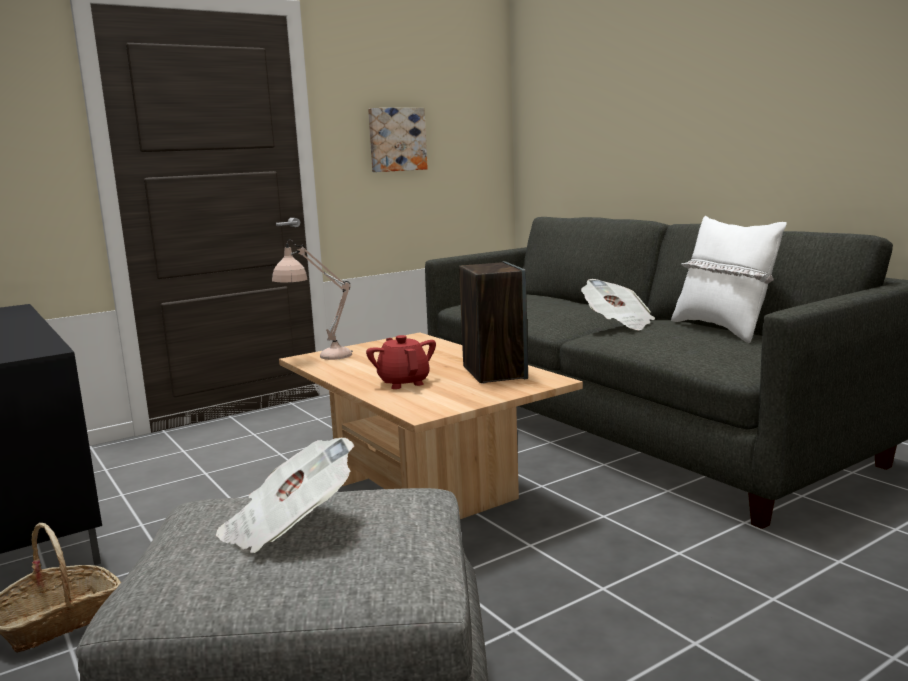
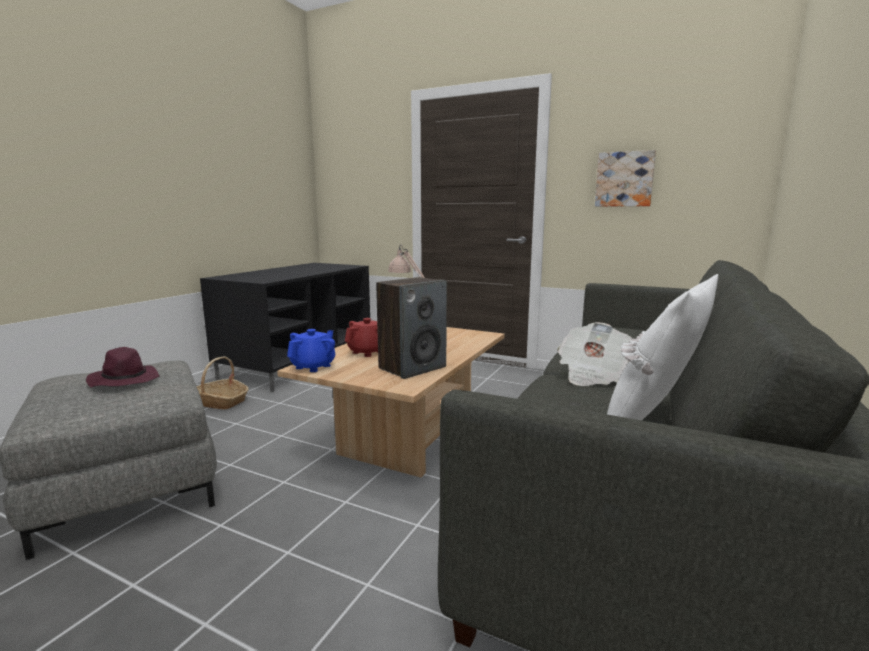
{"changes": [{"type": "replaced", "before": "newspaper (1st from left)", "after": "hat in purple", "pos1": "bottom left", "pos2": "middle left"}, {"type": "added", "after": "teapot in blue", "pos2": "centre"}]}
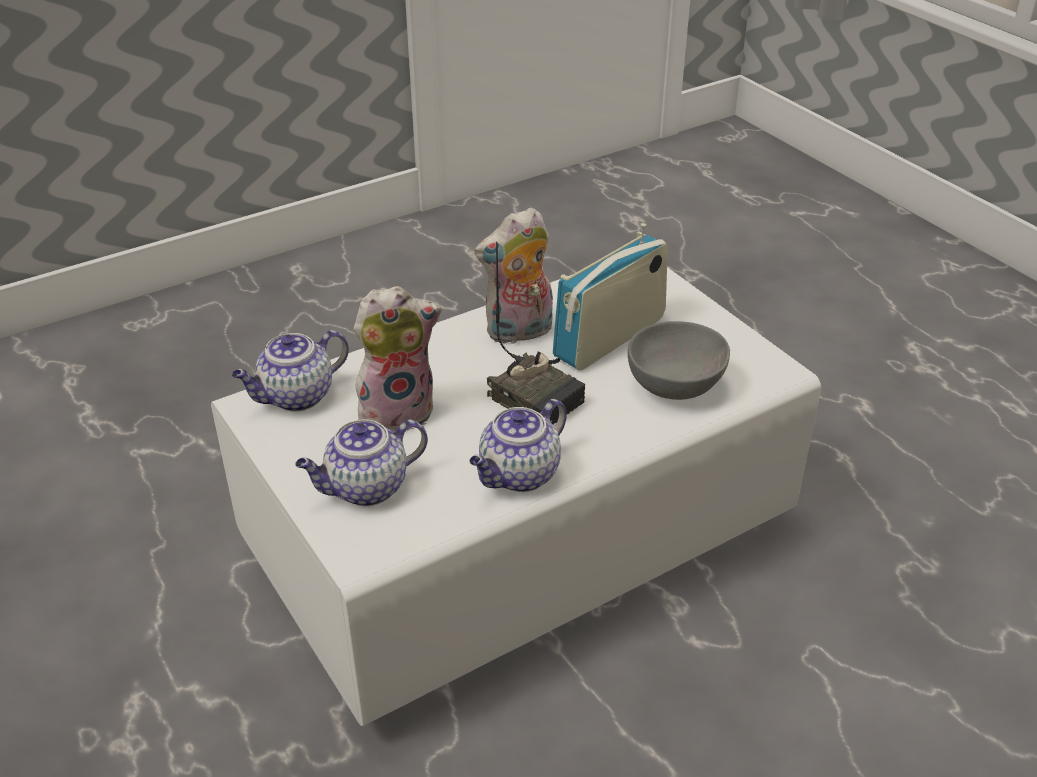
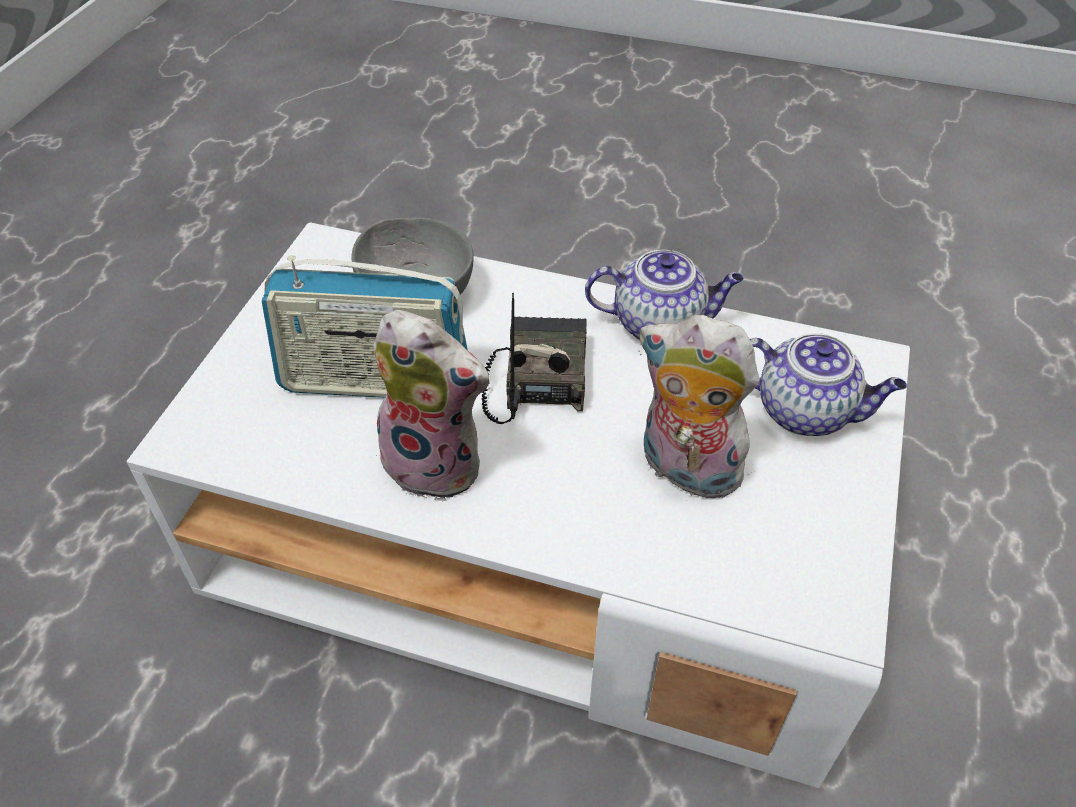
{"changes": [{"type": "removed", "before": "teapot (1st from left)", "pos1": "middle left"}]}
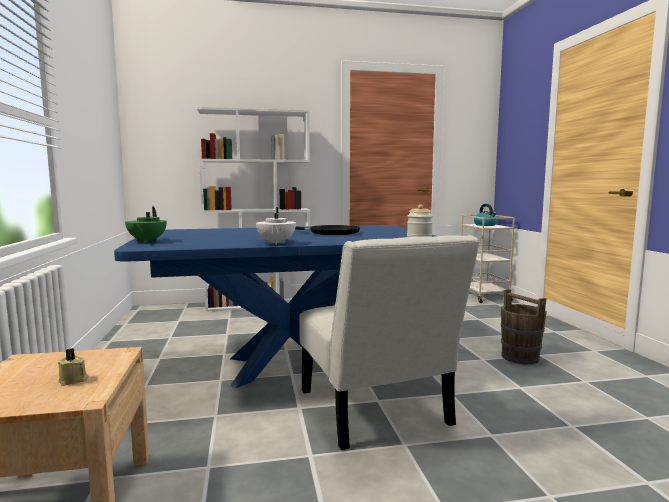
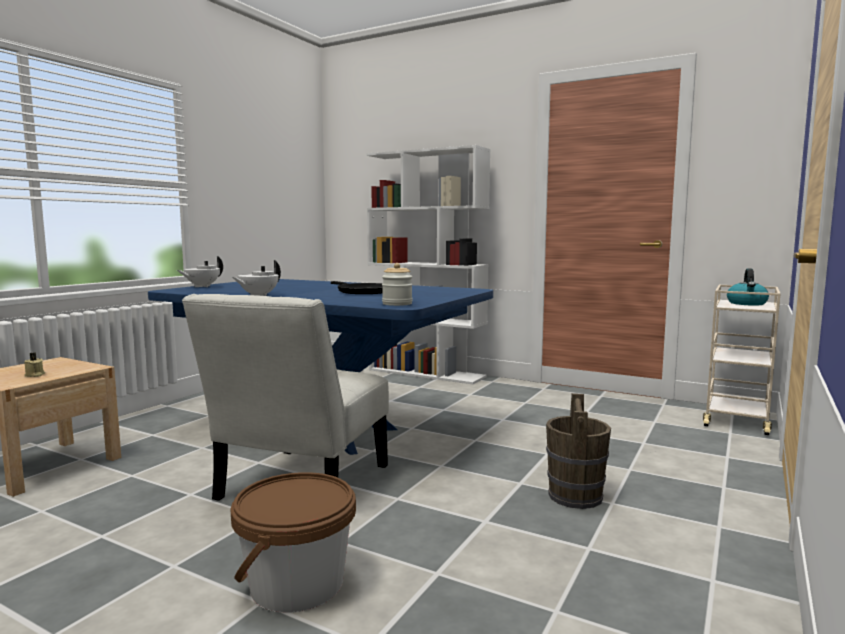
{"changes": [{"type": "recoloured", "before": "teapot in green", "after": "teapot in white (1st from left)", "pos1": "middle left", "pos2": "middle left"}, {"type": "added", "after": "bucket in brown (1st from left)", "pos2": "bottom centre"}]}
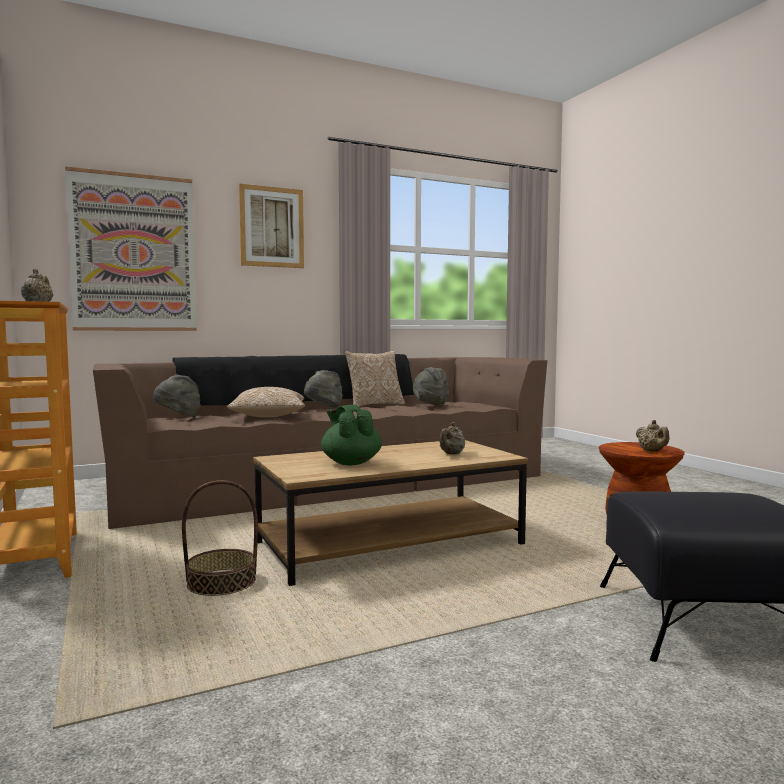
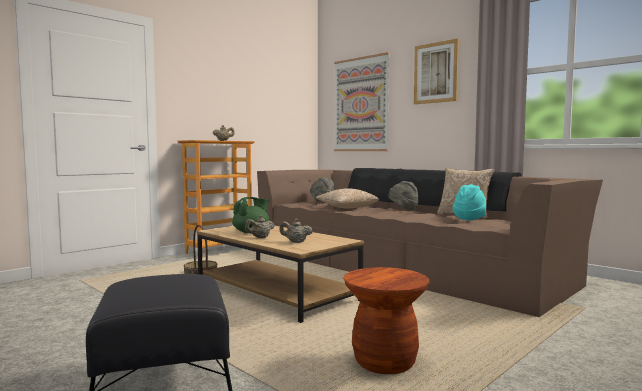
{"changes": [{"type": "moved", "before": "teapot in beige (3rd from left in the first image)", "after": "teapot in beige (2nd from left)", "pos1": "middle right", "pos2": "centre"}, {"type": "recoloured", "before": "hat in grey (3rd from left)", "after": "hat in turquoise", "pos1": "centre", "pos2": "middle right"}]}
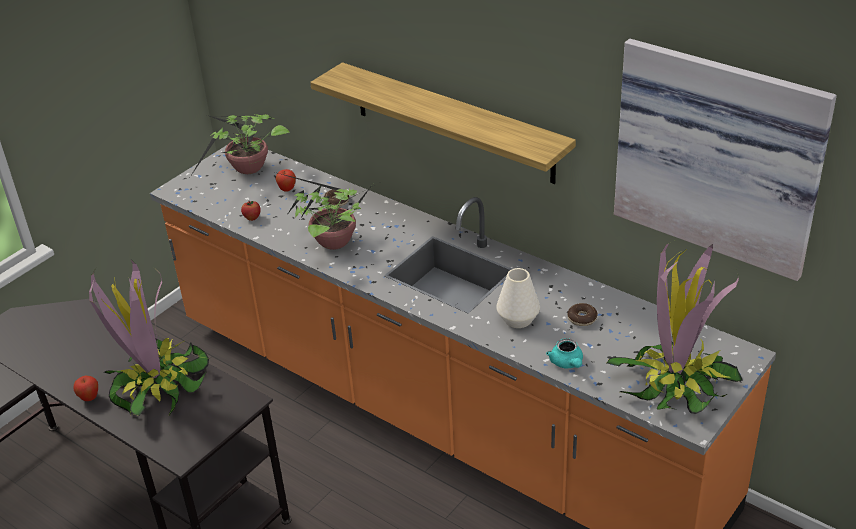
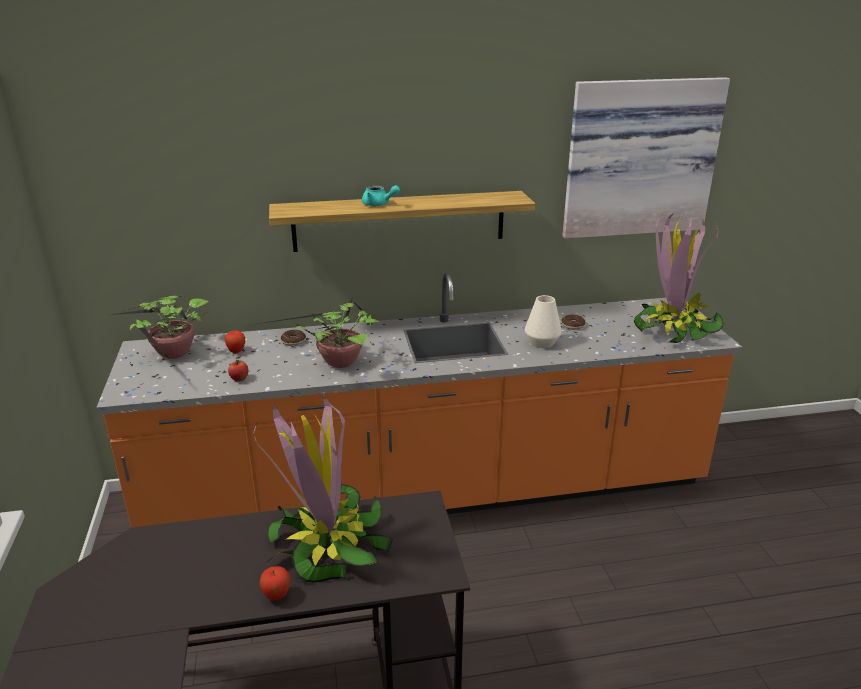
{"changes": [{"type": "moved", "before": "teapot in turquoise", "pos1": "bottom centre", "pos2": "top centre"}]}
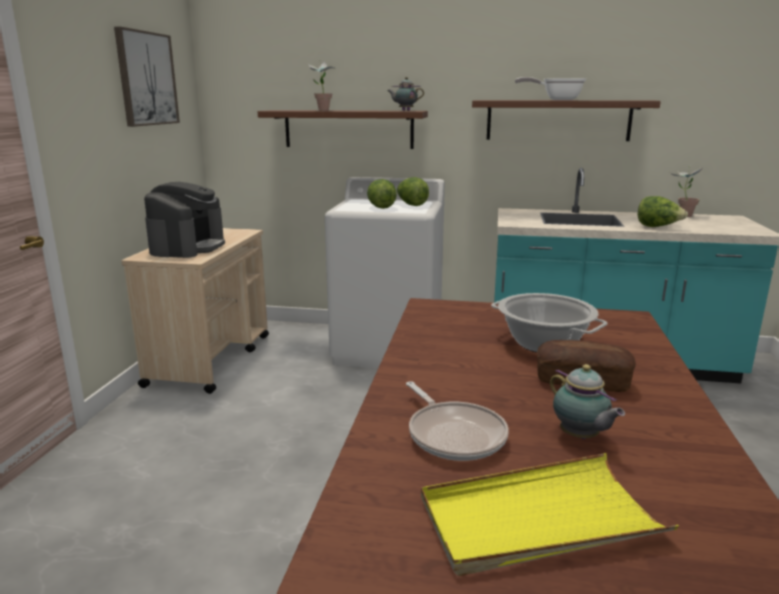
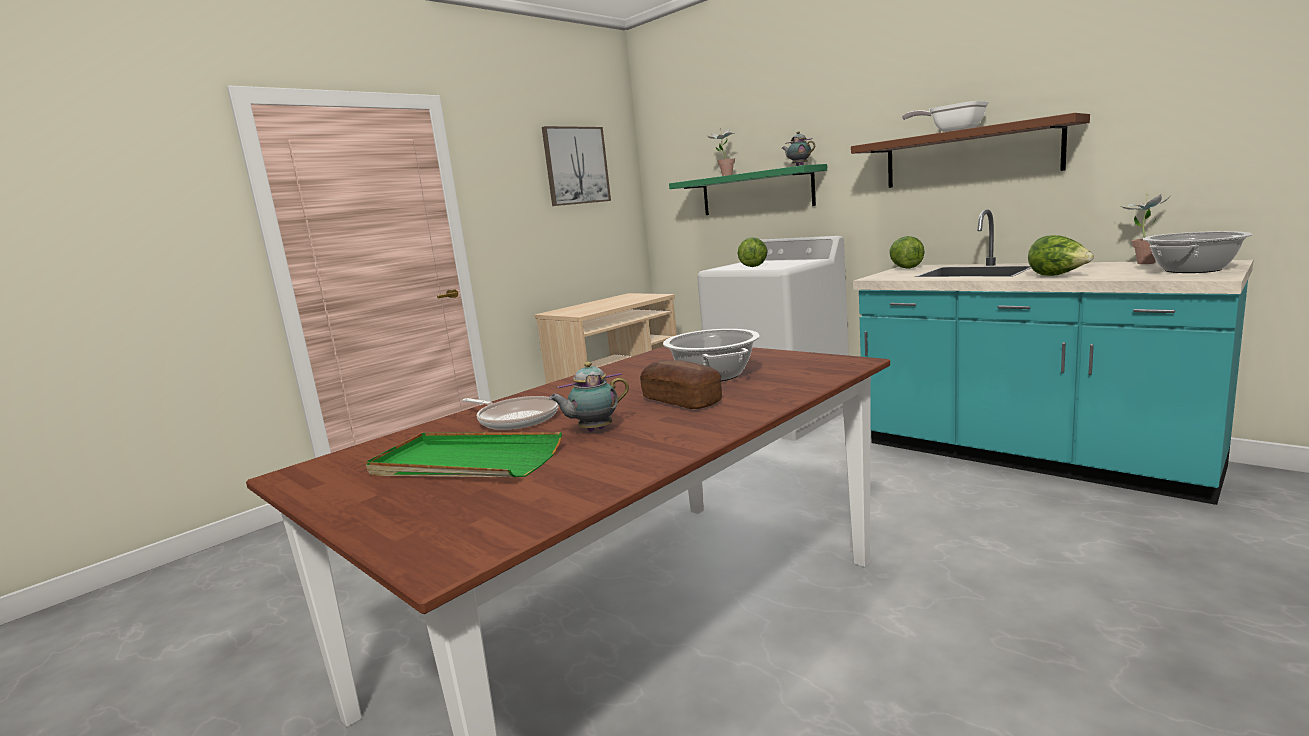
{"changes": [{"type": "recoloured", "before": "tray in yellow", "after": "tray in green", "pos1": "bottom right", "pos2": "centre"}, {"type": "turned", "before": "frying pan (1st from left)", "pos1": "bottom centre", "pos2": "centre", "turn": -60}, {"type": "turned", "before": "teapot (2nd from left in the first image)", "pos1": "bottom right", "pos2": "centre", "turn": 60}, {"type": "recoloured", "before": "shelf in brown (1st from left)", "after": "shelf in green", "pos1": "top centre", "pos2": "top centre"}, {"type": "moved", "before": "lettuce (2nd from left)", "pos1": "top centre", "pos2": "middle right"}, {"type": "added", "after": "cooking pot (2nd from left)", "pos2": "middle right"}, {"type": "removed", "before": "coffee machine", "pos1": "middle left"}]}
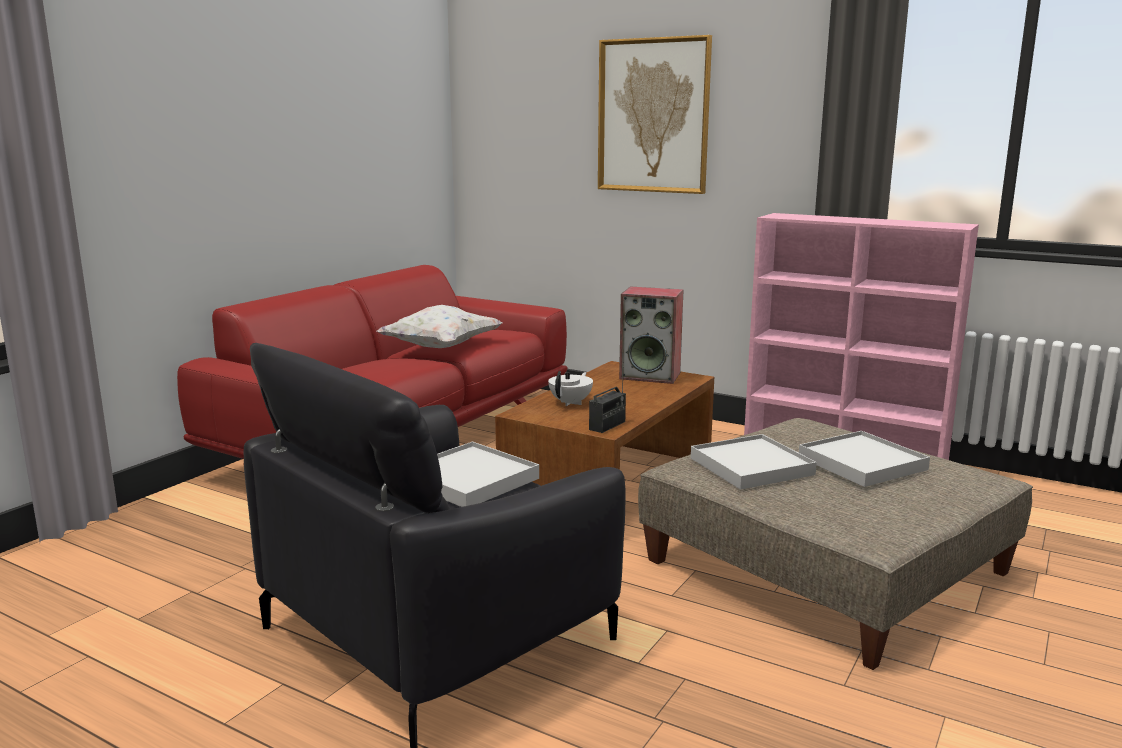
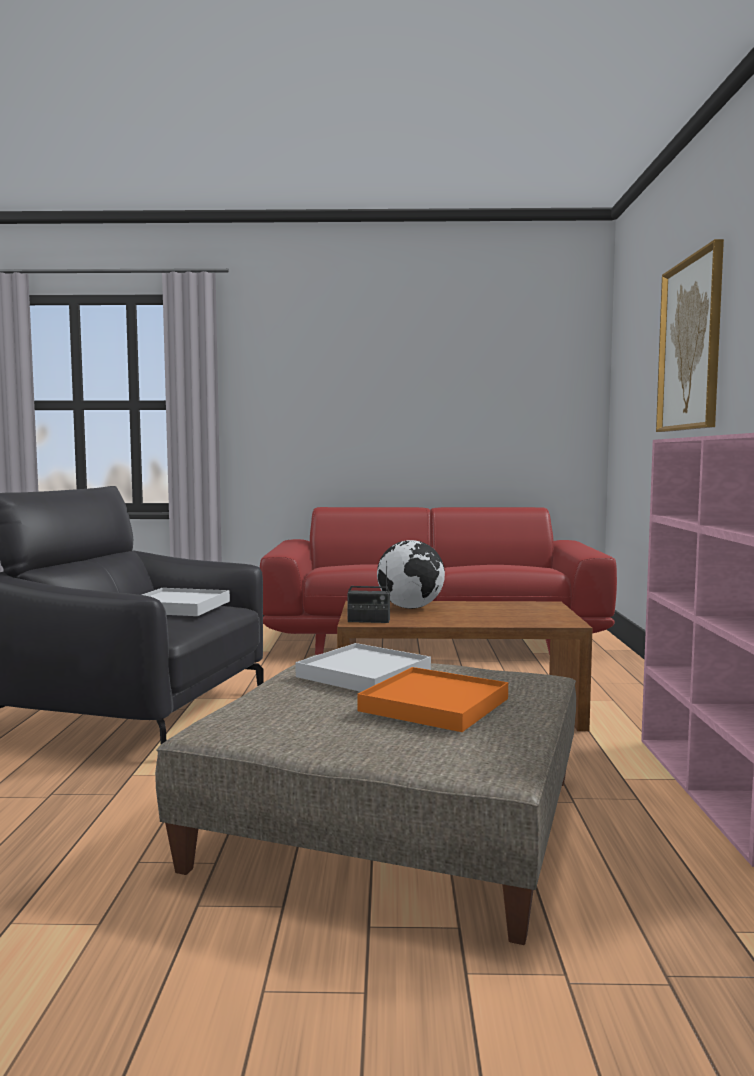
{"changes": [{"type": "recoloured", "before": "tray in white (3rd from left)", "after": "tray in orange", "pos1": "middle right", "pos2": "centre"}, {"type": "replaced", "before": "teapot in white", "after": "globe", "pos1": "centre", "pos2": "centre"}, {"type": "removed", "before": "pillow in white", "pos1": "centre"}, {"type": "removed", "before": "speaker", "pos1": "centre"}]}
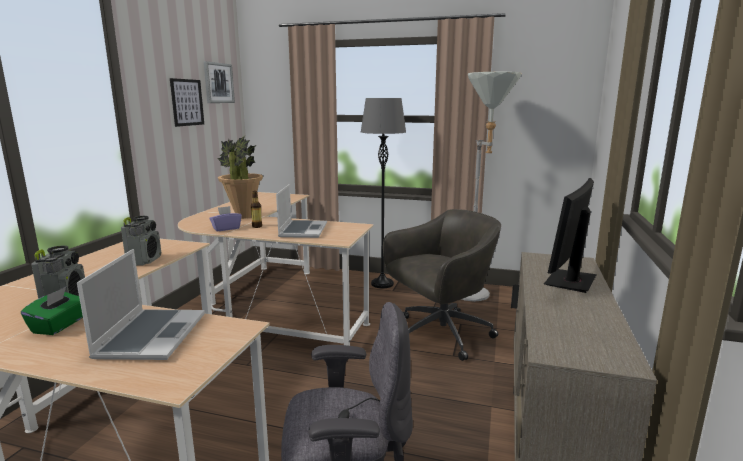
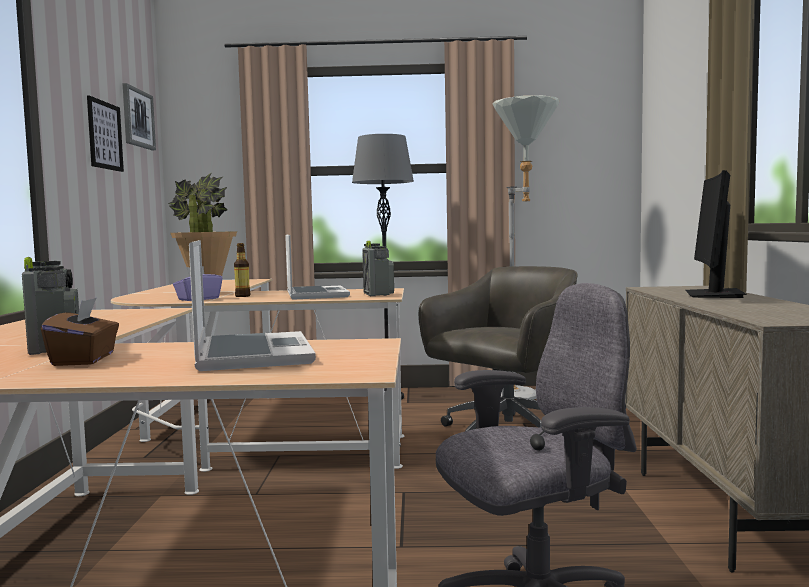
{"changes": [{"type": "recoloured", "before": "tissue box in green", "after": "tissue box in brown", "pos1": "bottom left", "pos2": "middle left"}, {"type": "moved", "before": "radio (2nd from left)", "pos1": "middle left", "pos2": "centre"}]}
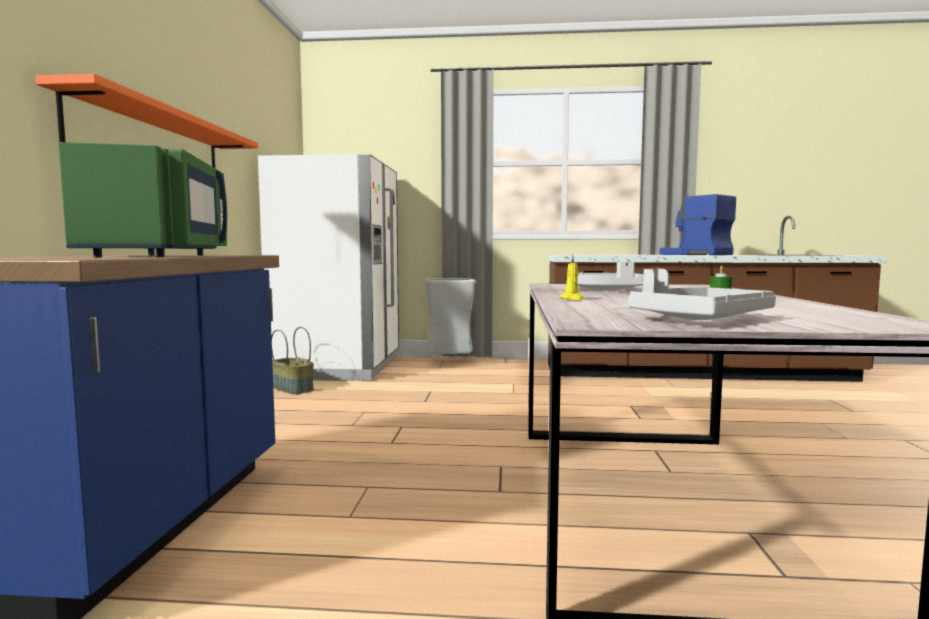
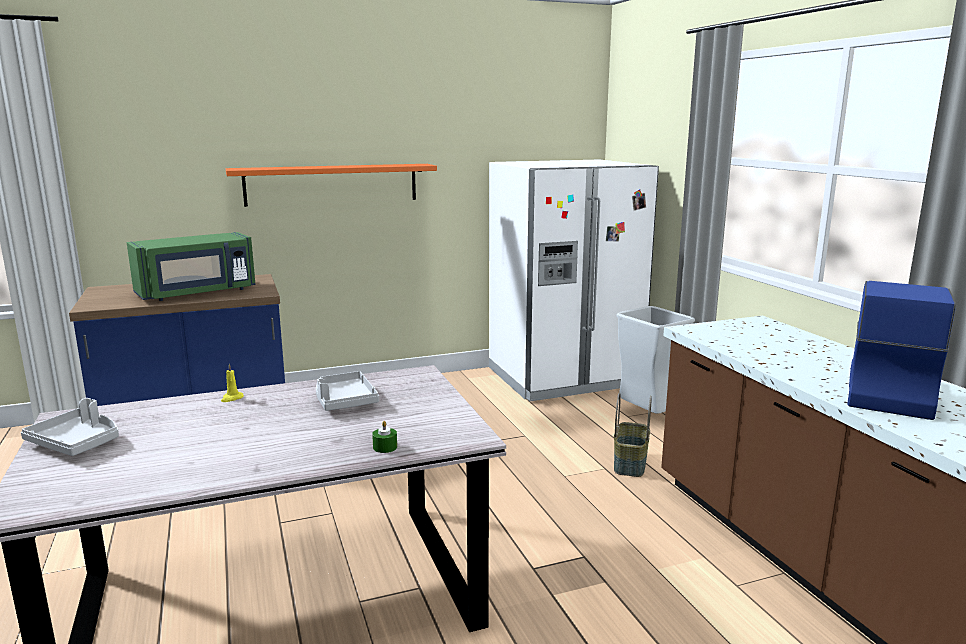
{"changes": [{"type": "moved", "before": "basket", "pos1": "middle left", "pos2": "bottom centre"}]}
